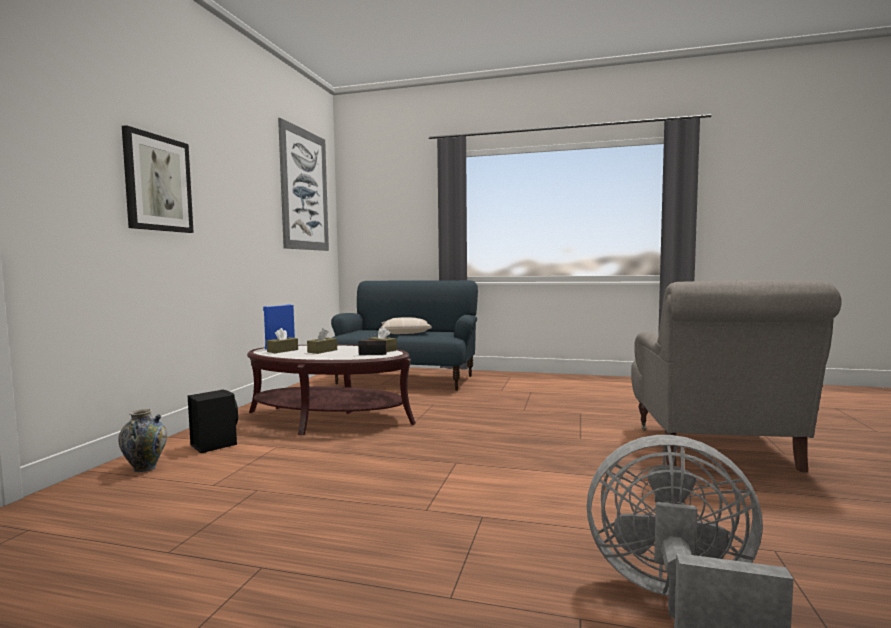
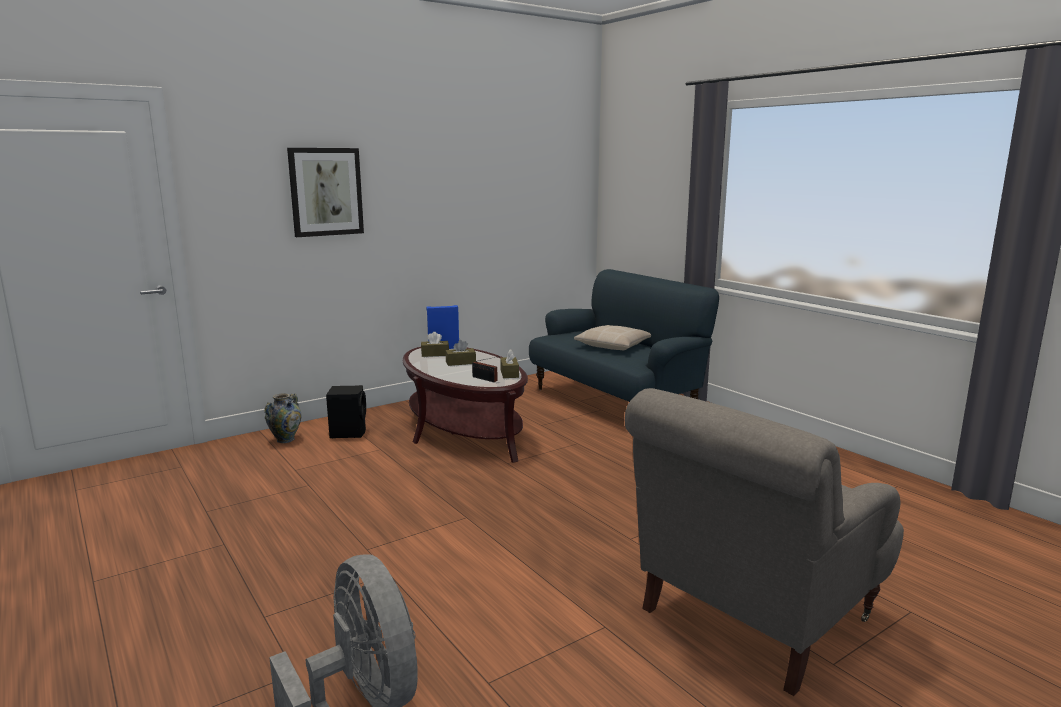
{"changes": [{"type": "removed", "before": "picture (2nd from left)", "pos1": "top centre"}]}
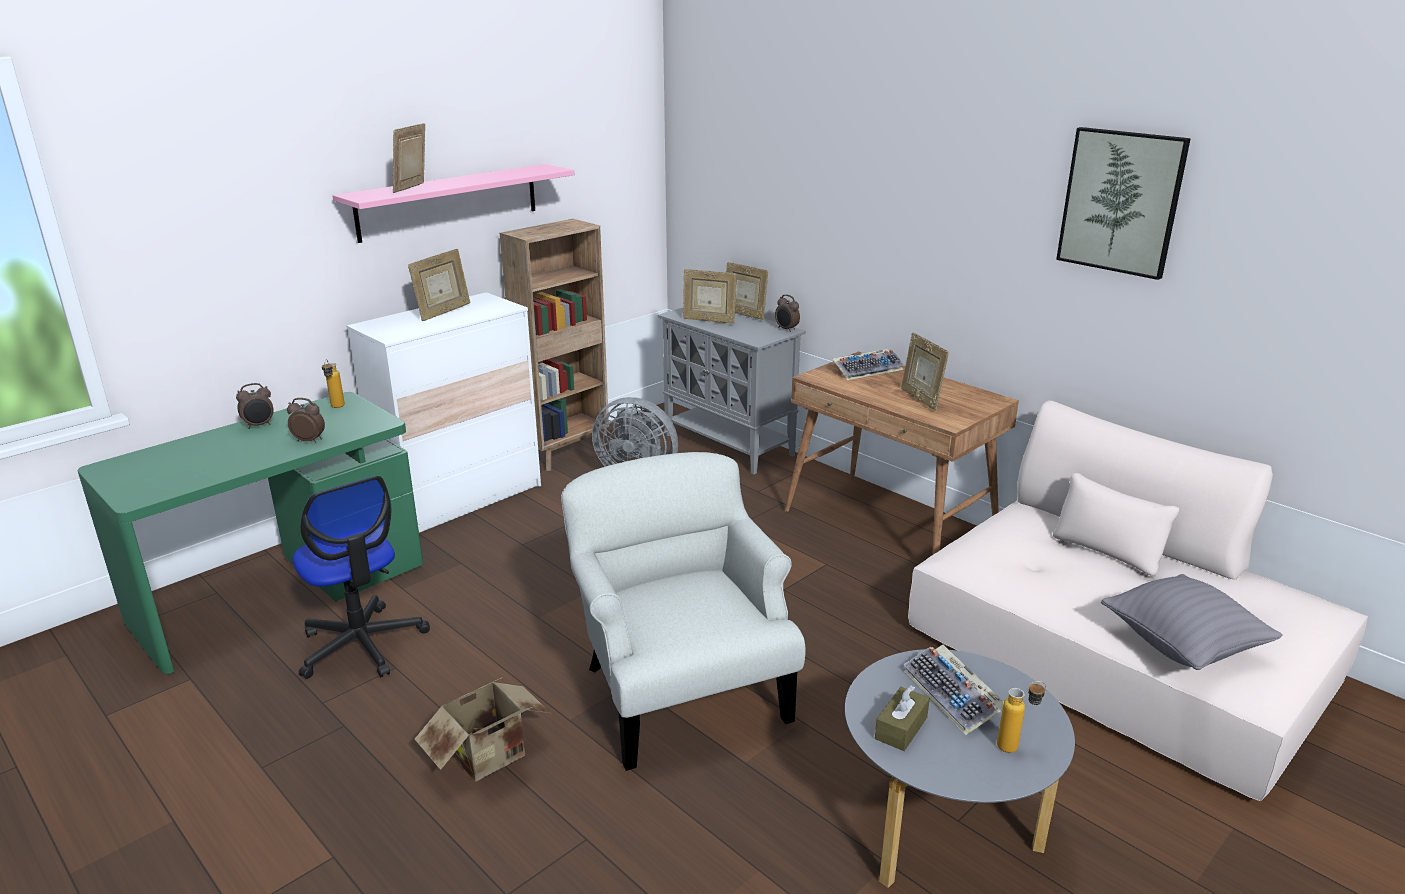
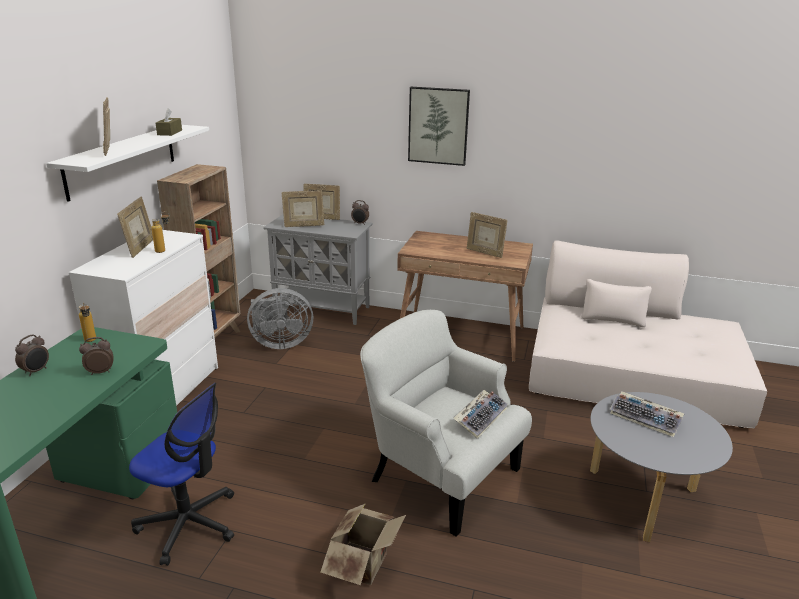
{"changes": [{"type": "recoloured", "before": "shelf in pink", "after": "shelf in white", "pos1": "top left", "pos2": "top left"}, {"type": "moved", "before": "bottle (2nd from left)", "pos1": "bottom right", "pos2": "middle left"}, {"type": "moved", "before": "tissue box in brown", "pos1": "bottom centre", "pos2": "top left"}, {"type": "moved", "before": "picture", "pos1": "top right", "pos2": "top centre"}, {"type": "moved", "before": "keyboard (1st from left)", "pos1": "centre", "pos2": "bottom centre"}, {"type": "removed", "before": "pillow in grey", "pos1": "bottom right"}]}
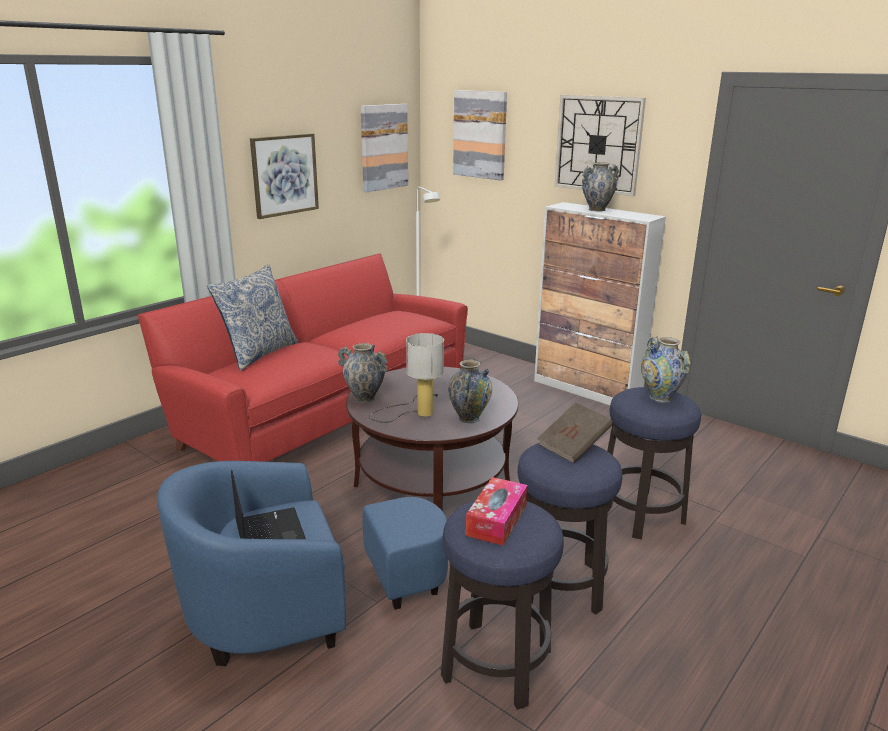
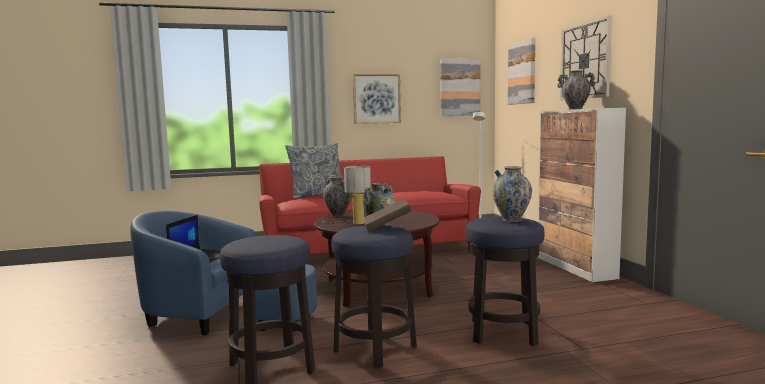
{"changes": [{"type": "removed", "before": "tissue box", "pos1": "bottom centre"}]}
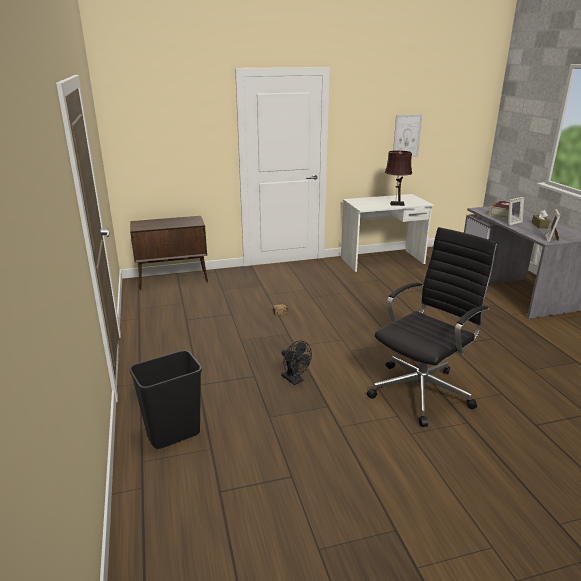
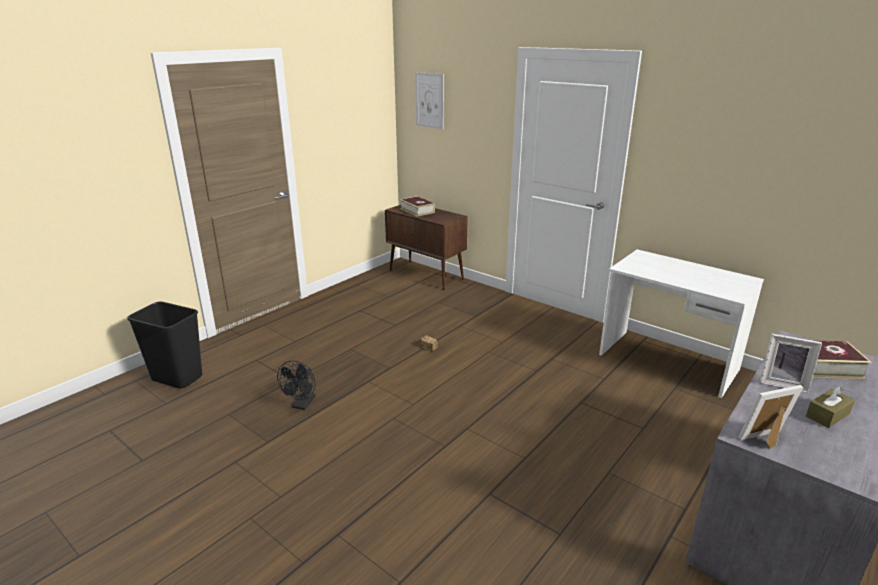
{"changes": [{"type": "added", "after": "book (1st from left)", "pos2": "centre"}, {"type": "moved", "before": "picture", "pos1": "top right", "pos2": "top centre"}, {"type": "removed", "before": "office chair in black", "pos1": "middle right"}, {"type": "removed", "before": "table lamp in brown", "pos1": "top right"}]}
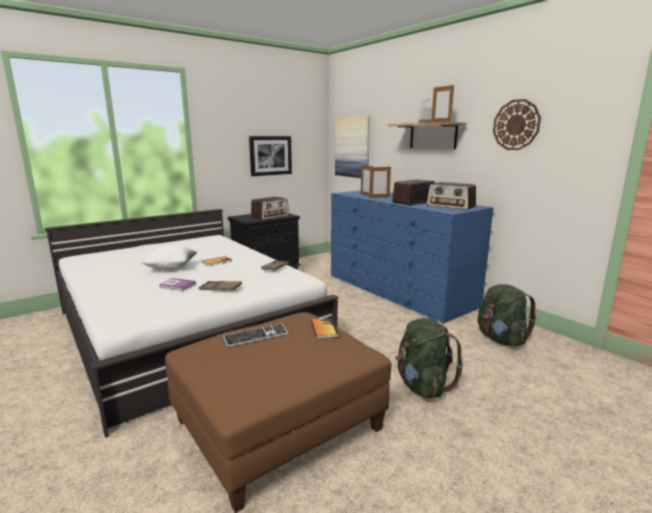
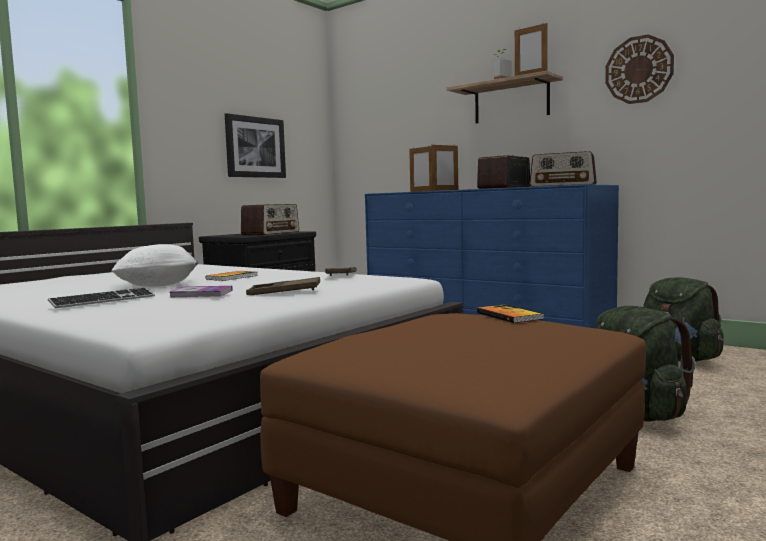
{"changes": [{"type": "moved", "before": "keyboard", "pos1": "centre", "pos2": "middle left"}, {"type": "removed", "before": "picture (2nd from left)", "pos1": "top centre"}]}
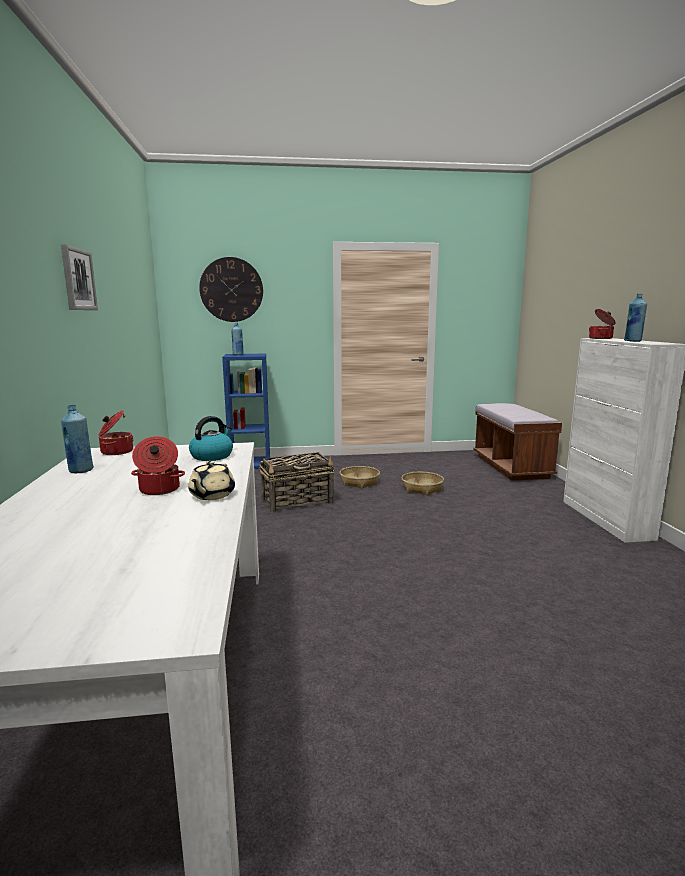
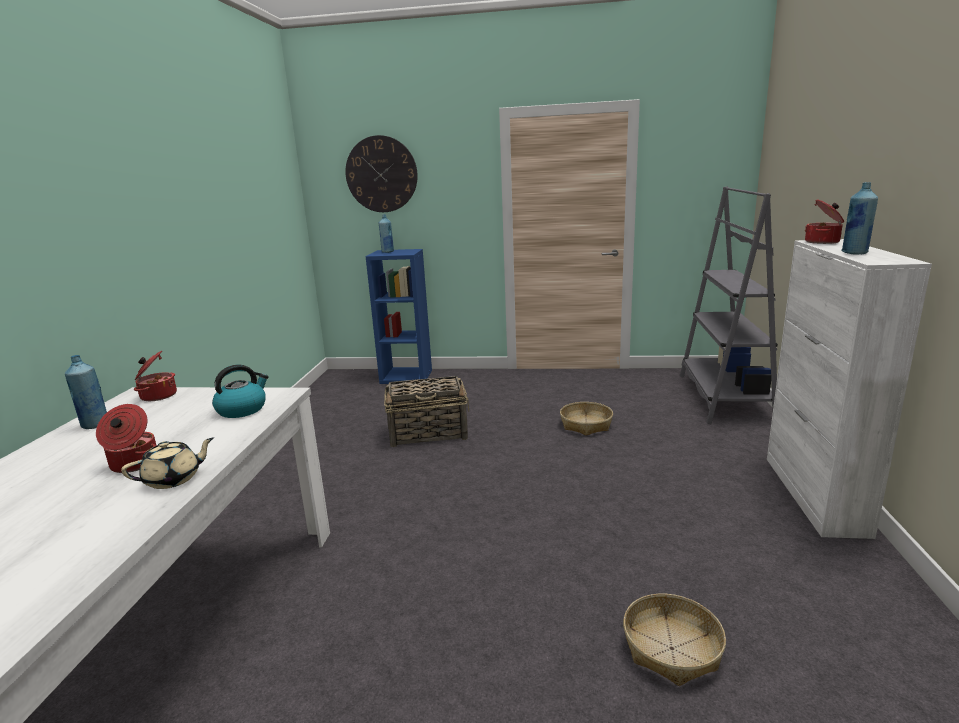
{"changes": [{"type": "turned", "before": "teapot in beige", "pos1": "middle left", "pos2": "middle left", "turn": -150}, {"type": "moved", "before": "basket (2nd from left in the first image)", "after": "basket (3rd from left)", "pos1": "centre", "pos2": "bottom right"}, {"type": "replaced", "before": "bench in brown", "after": "bookcase in grey", "pos1": "middle right", "pos2": "middle right"}, {"type": "removed", "before": "picture", "pos1": "top left"}]}
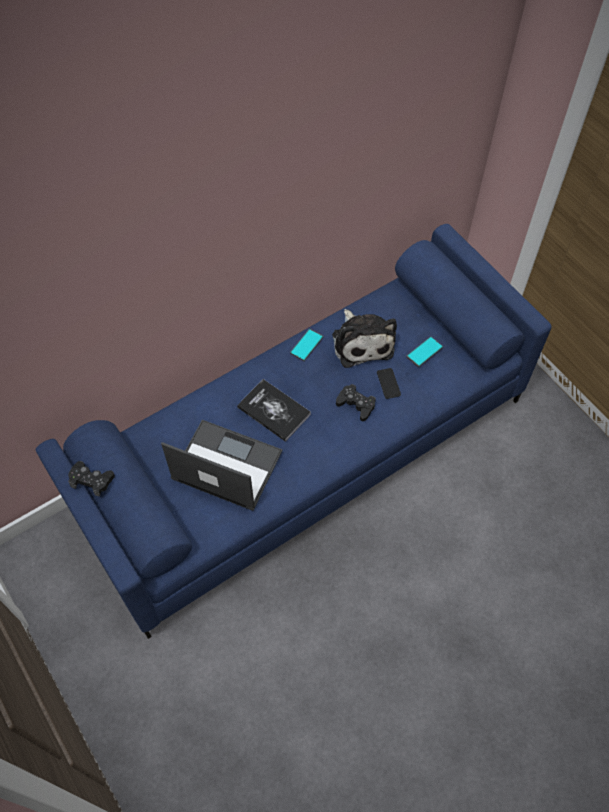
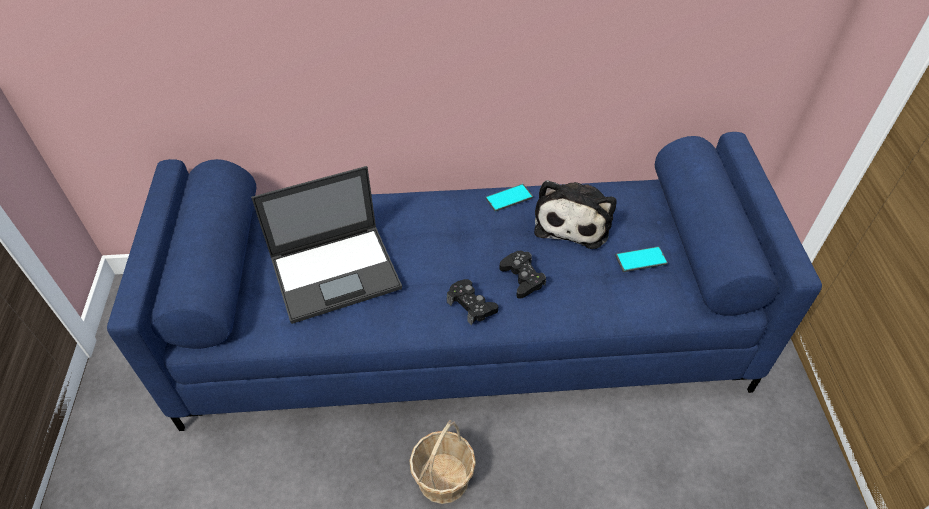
{"changes": [{"type": "turned", "before": "laptop", "pos1": "centre", "pos2": "centre", "turn": 105}, {"type": "added", "after": "basket", "pos2": "bottom centre"}, {"type": "moved", "before": "game controller in black (1st from left)", "pos1": "middle left", "pos2": "centre"}, {"type": "removed", "before": "book", "pos1": "centre"}, {"type": "removed", "before": "phone (2nd from left)", "pos1": "centre"}]}
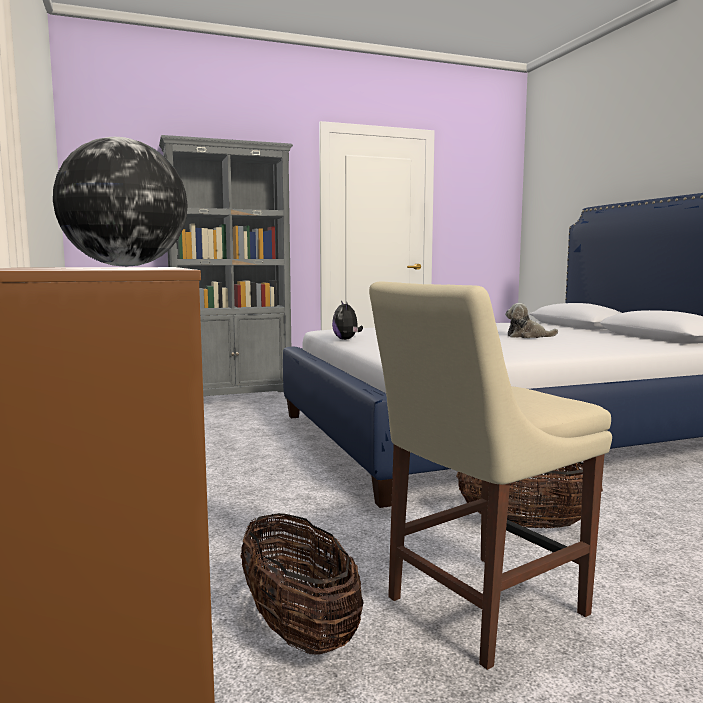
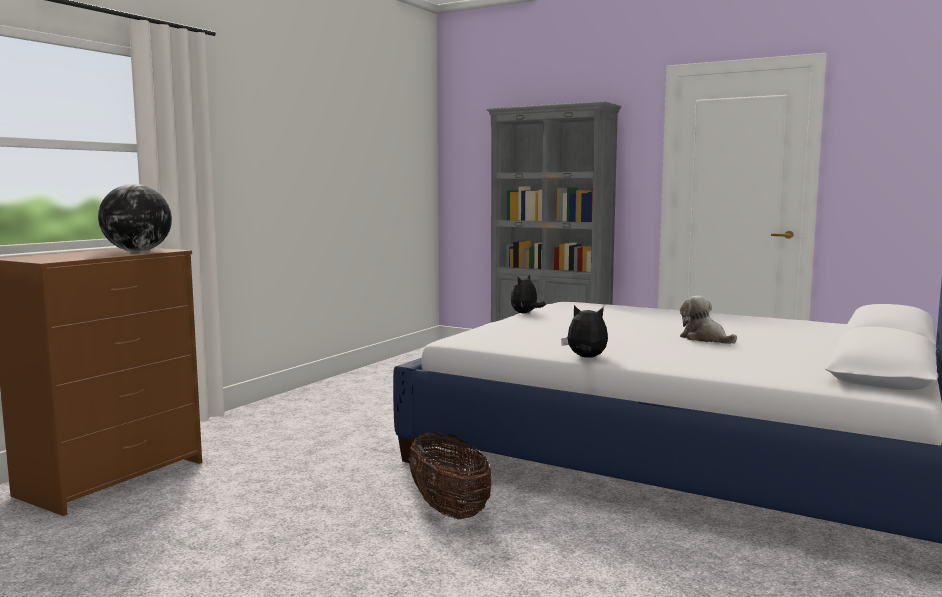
{"changes": [{"type": "added", "after": "plush toy (2nd from left)", "pos2": "centre"}, {"type": "removed", "before": "basket (1st from left)", "pos1": "bottom centre"}, {"type": "removed", "before": "chair in beige", "pos1": "bottom right"}]}
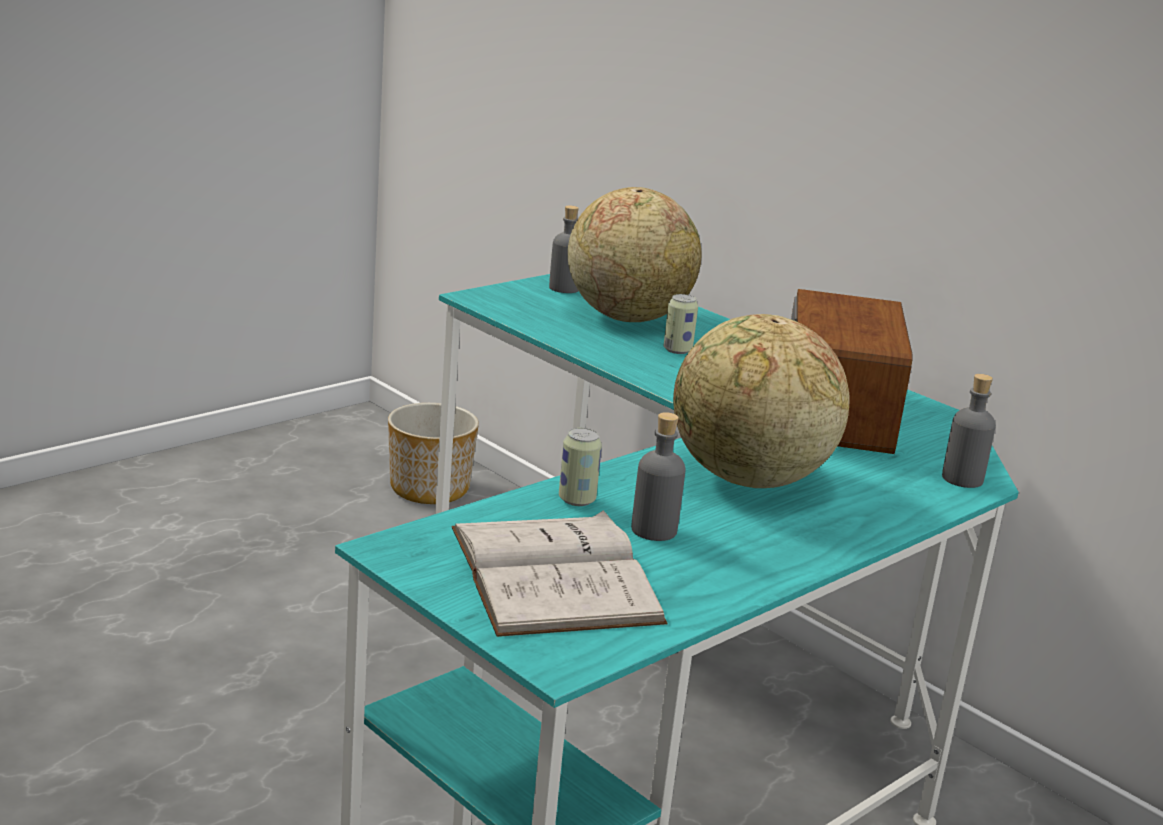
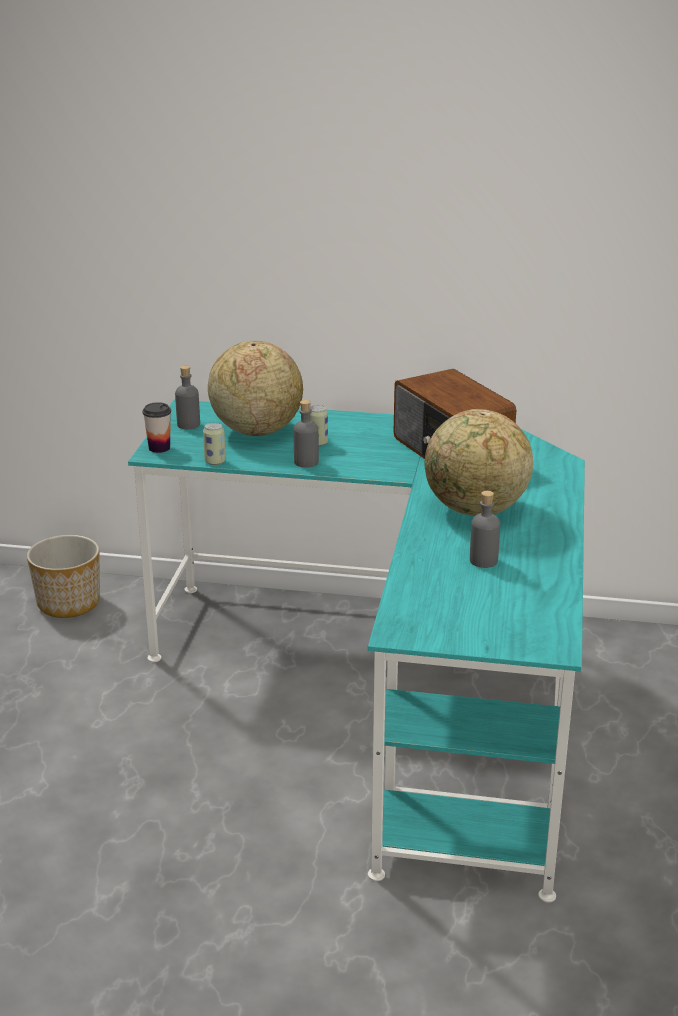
{"changes": [{"type": "added", "after": "cup", "pos2": "middle left"}, {"type": "moved", "before": "can (1st from left)", "pos1": "centre", "pos2": "middle left"}, {"type": "moved", "before": "bottle in grey (3rd from left in the first image)", "after": "bottle in grey (2nd from left)", "pos1": "middle right", "pos2": "centre"}, {"type": "removed", "before": "book in white", "pos1": "bottom centre"}]}
